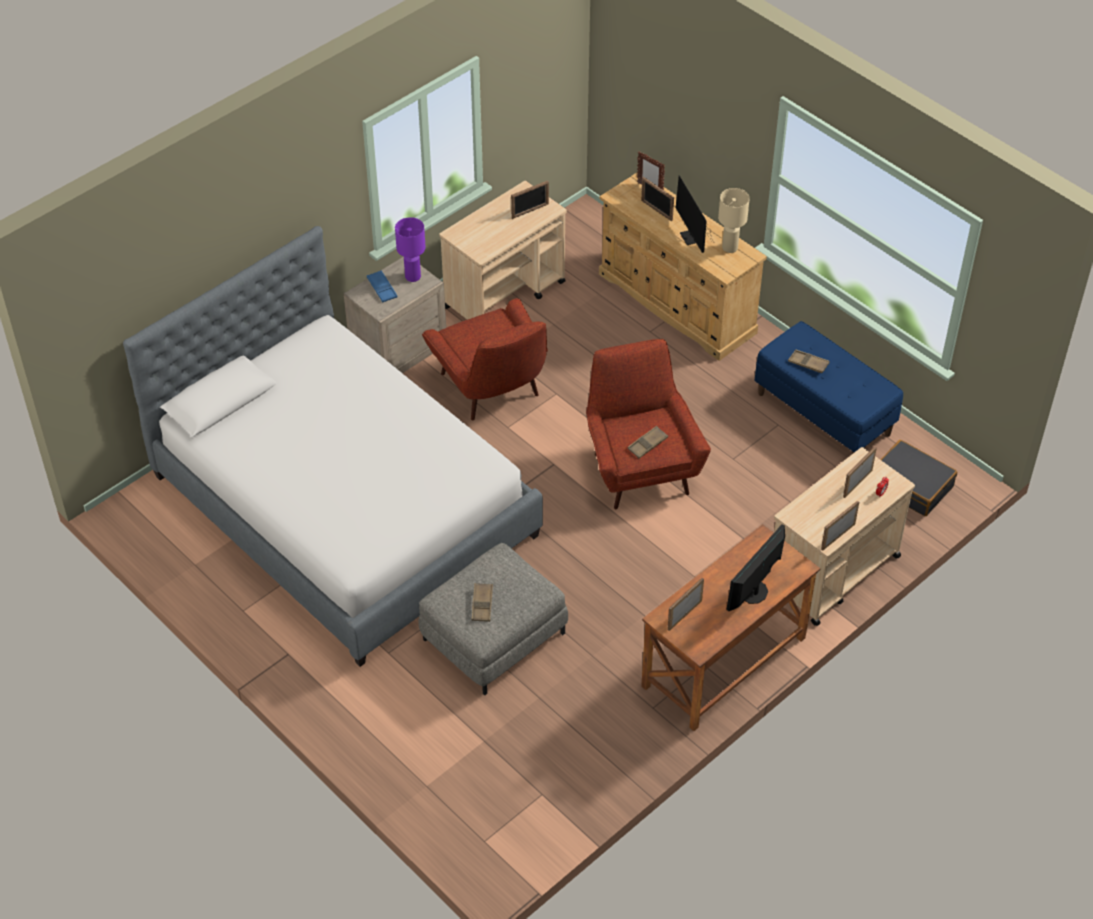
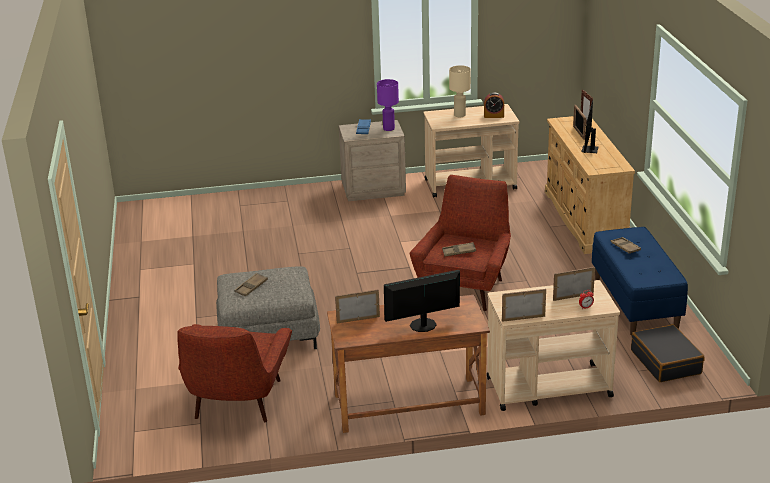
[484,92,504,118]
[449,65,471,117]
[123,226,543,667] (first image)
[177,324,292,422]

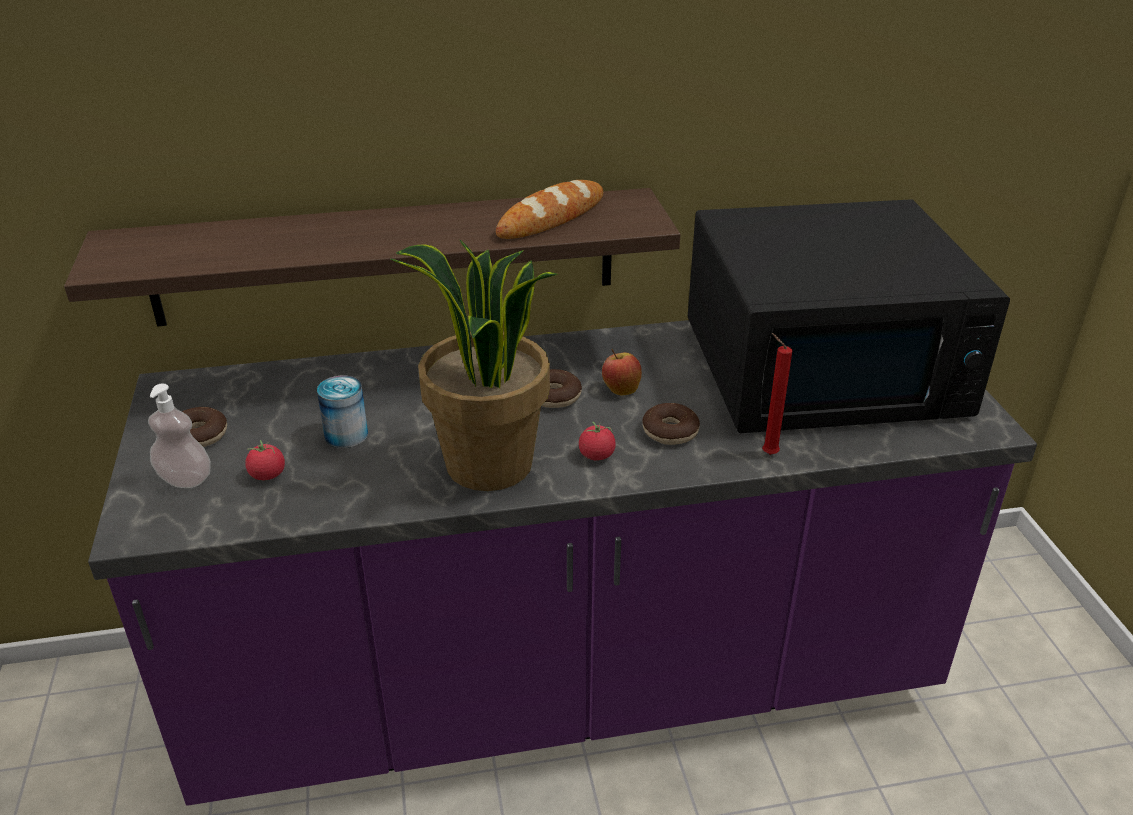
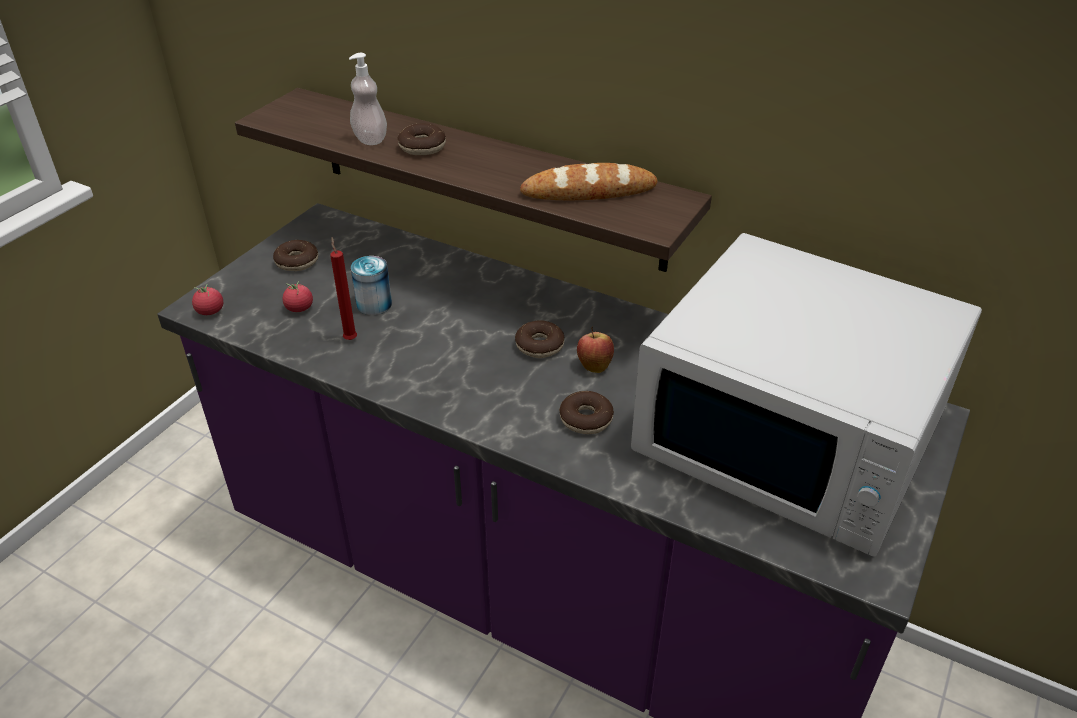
[631,233,982,557]
[391,239,558,491] (first image)
[330,237,357,340]
[349,53,387,145]
[192,284,223,315]
[397,123,446,155]

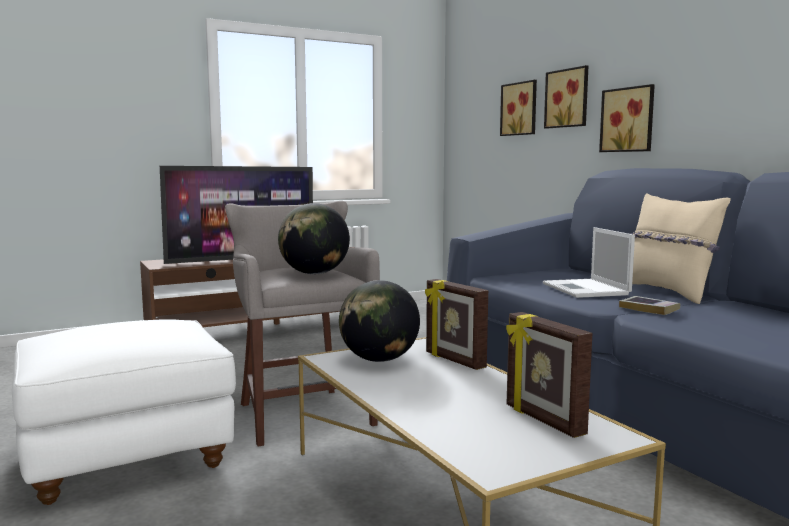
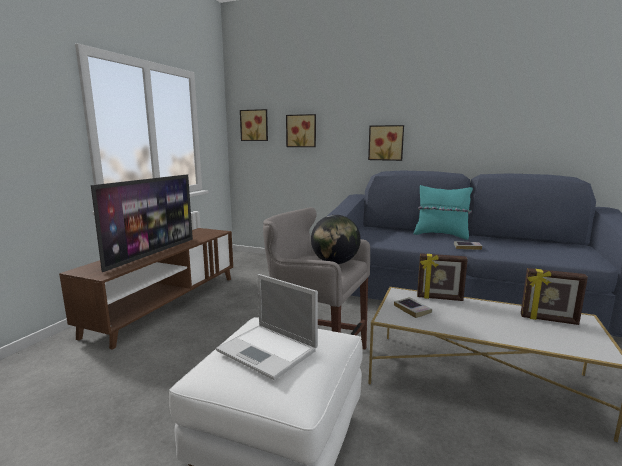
[240,109,268,141]
[414,185,473,240]
[216,274,318,380]
[394,297,432,318]

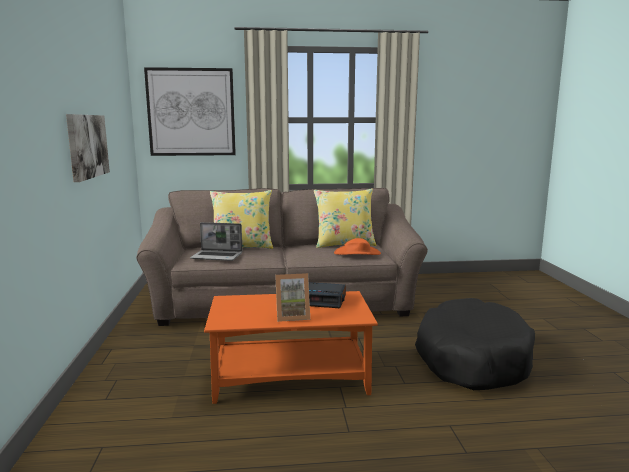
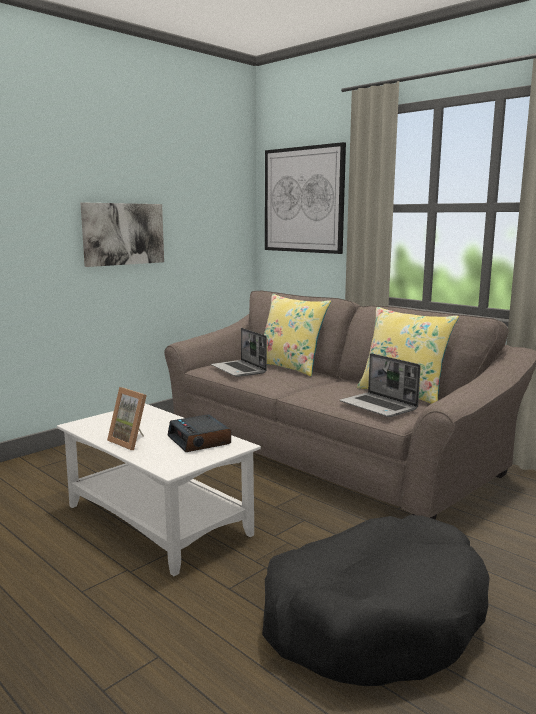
[340,353,421,417]
[57,404,261,576]

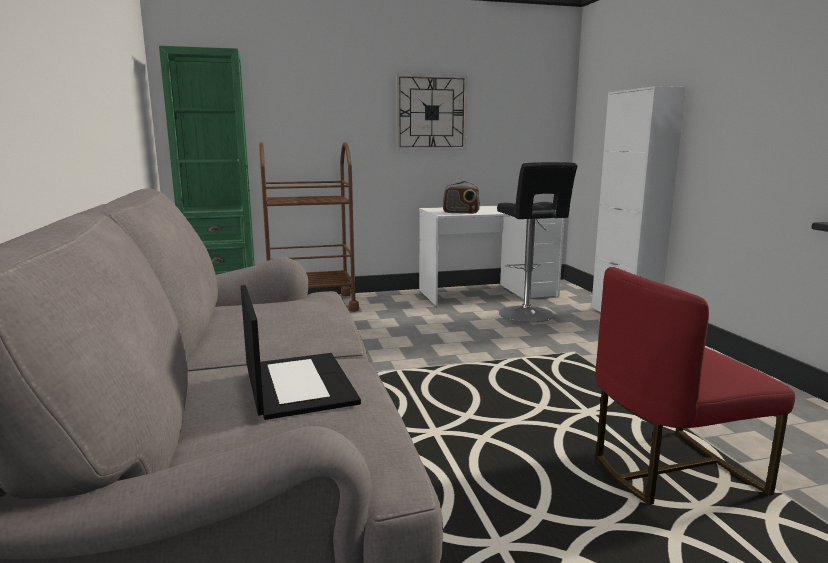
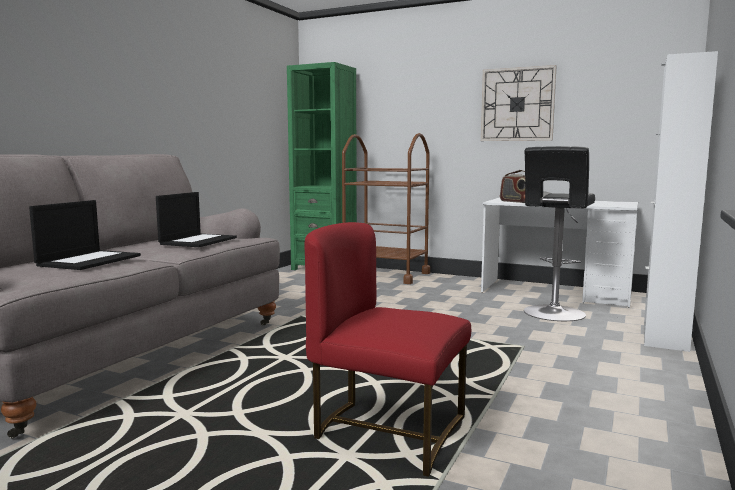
[156,192,237,247]

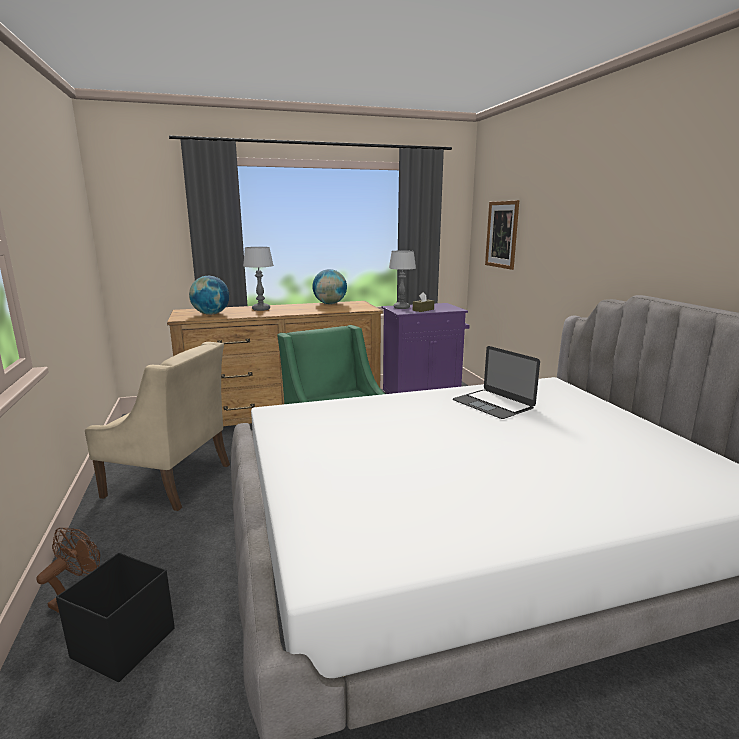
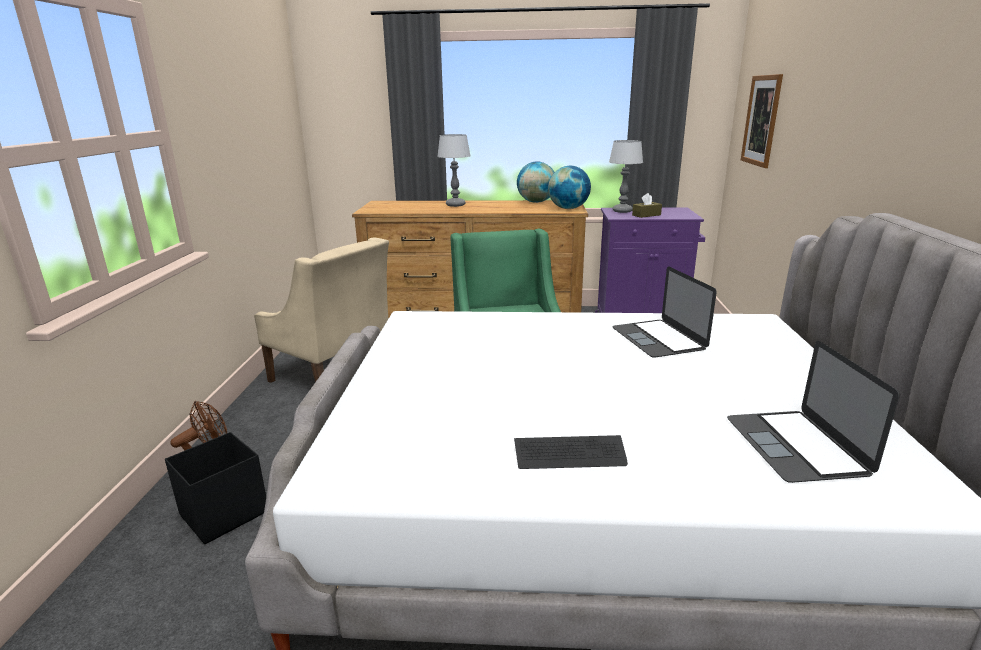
[548,166,591,209]
[727,341,899,483]
[514,435,628,469]

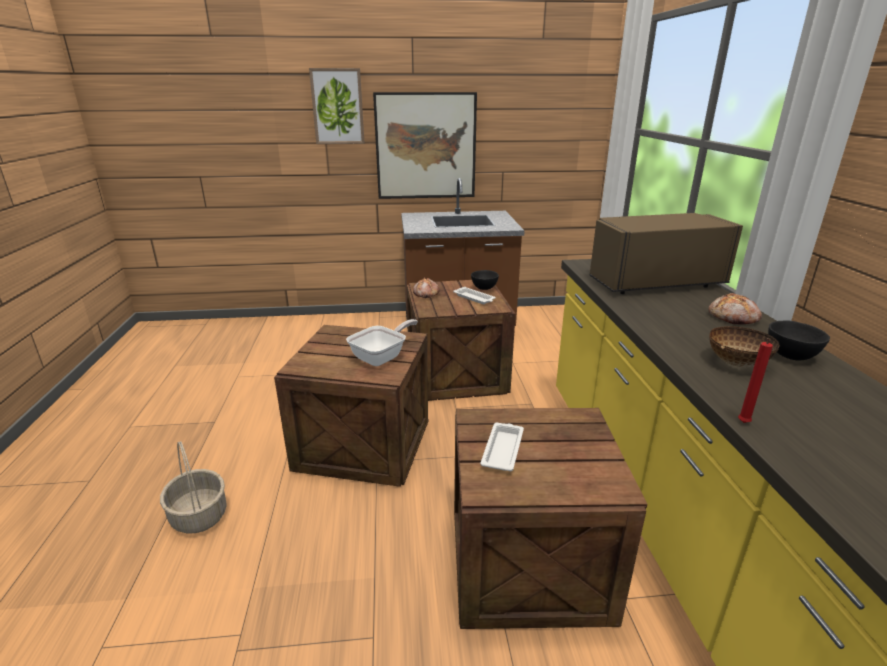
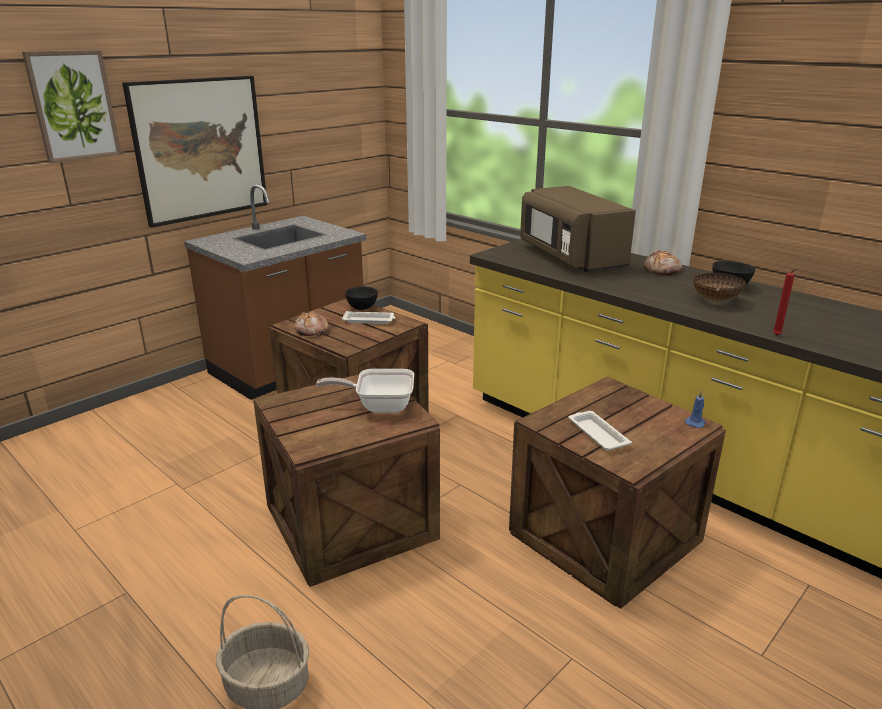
[520,186,636,272]
[316,369,414,413]
[685,391,705,428]

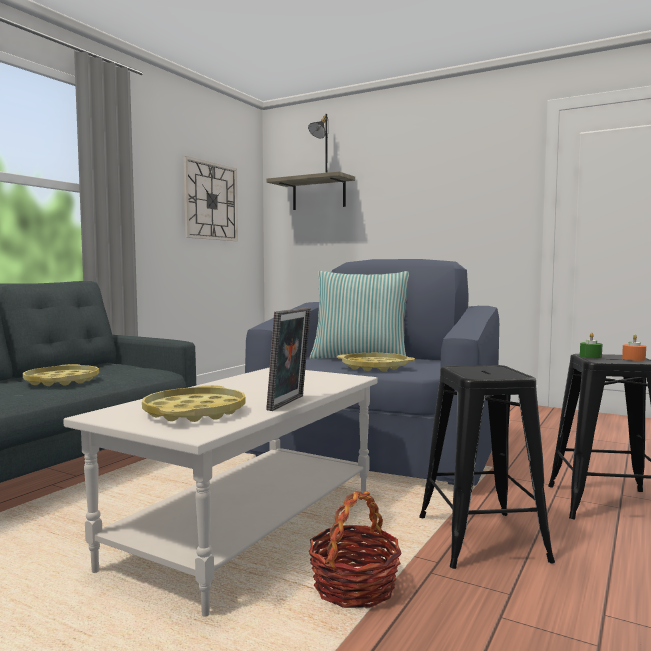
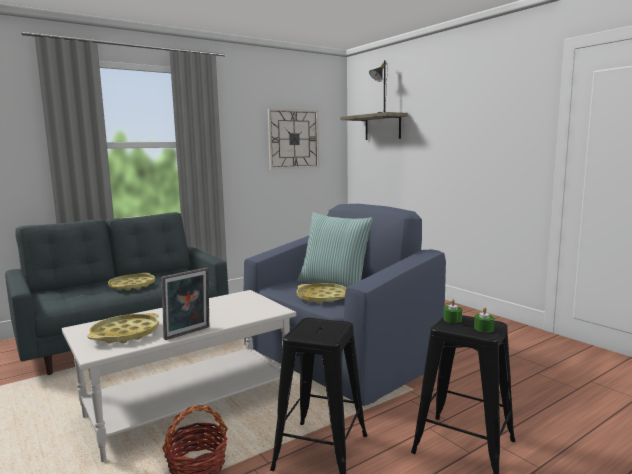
[474,307,494,332]

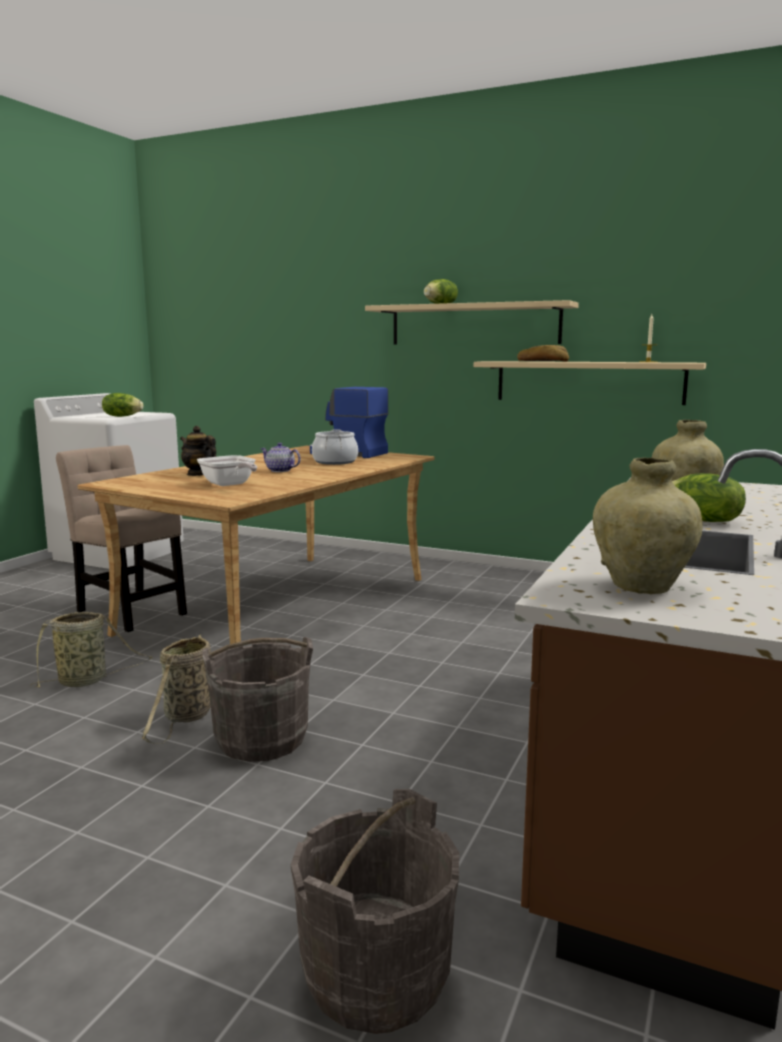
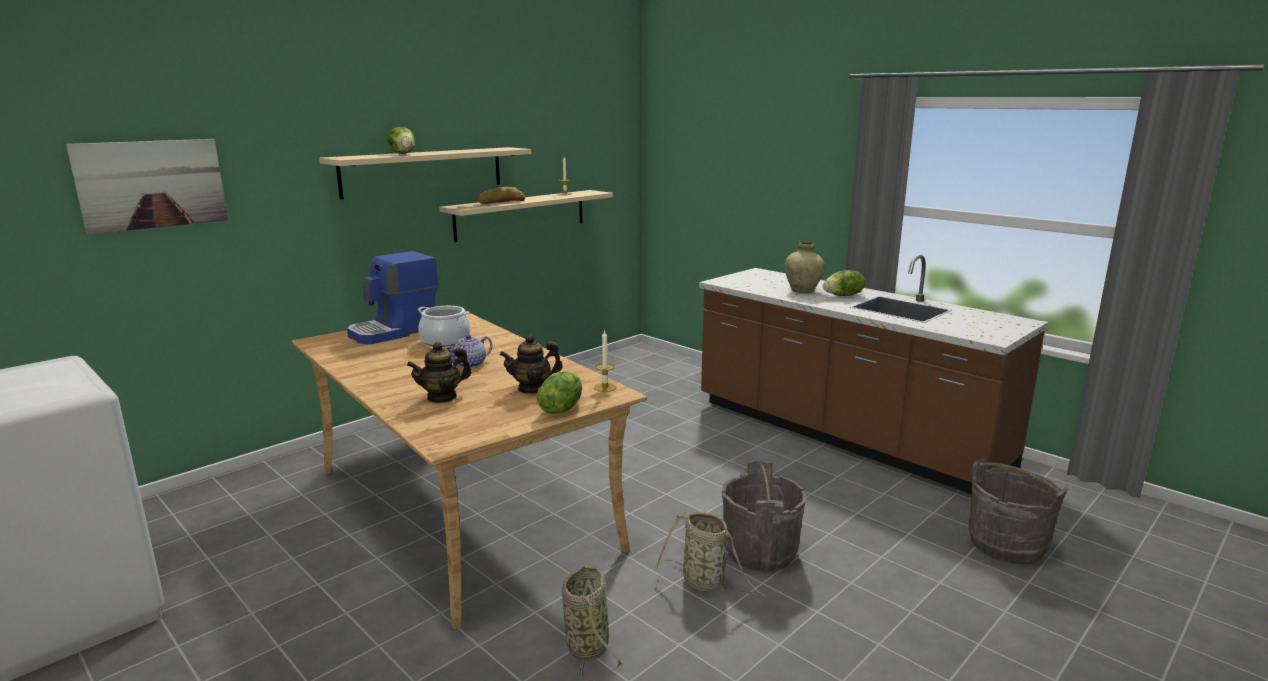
[537,372,582,414]
[56,445,187,632] (first image)
[500,334,563,394]
[593,457,702,595] (first image)
[66,139,228,235]
[594,329,617,392]

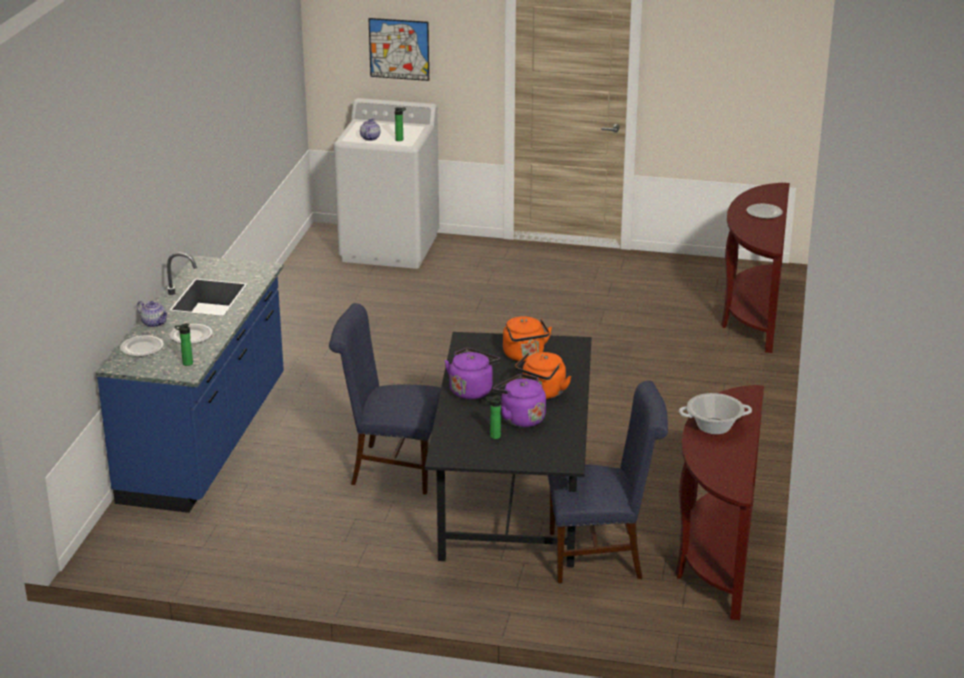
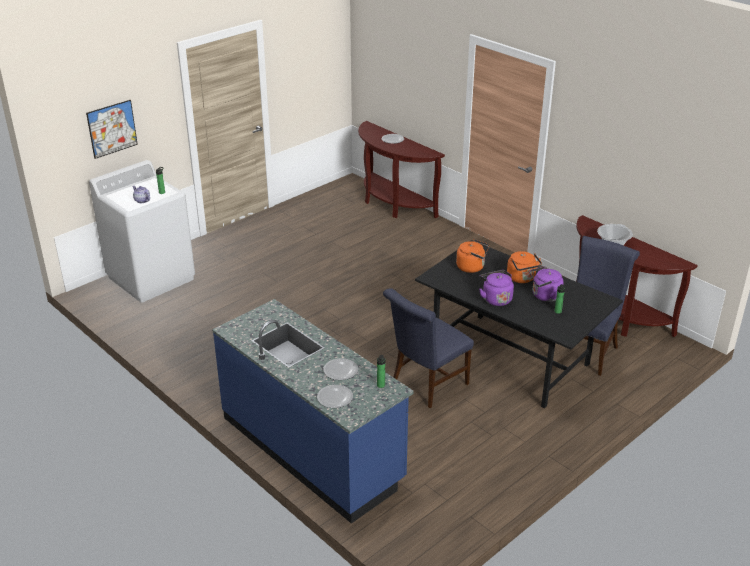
[137,301,169,327] (first image)

